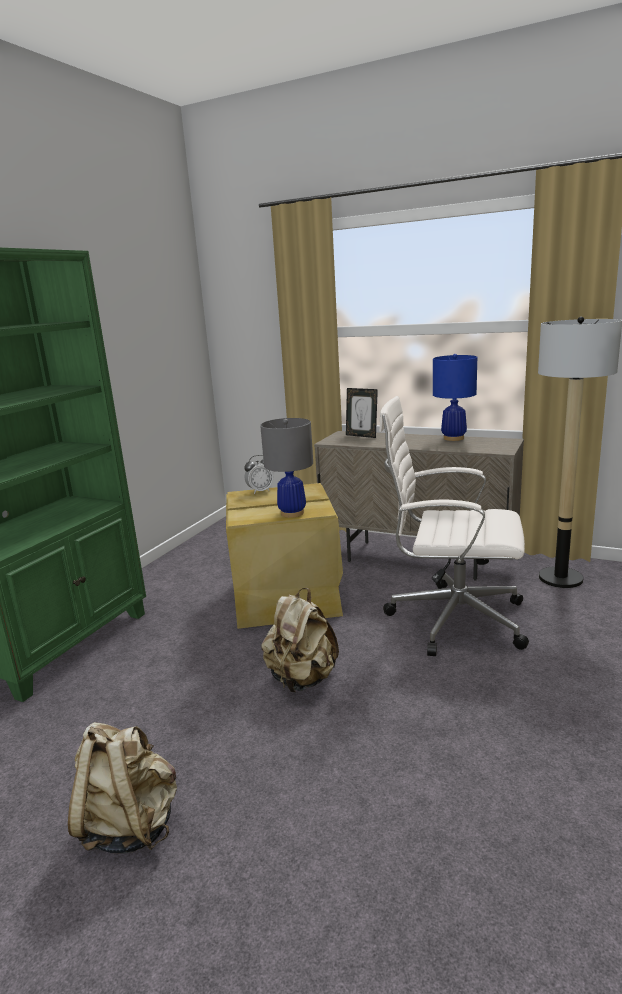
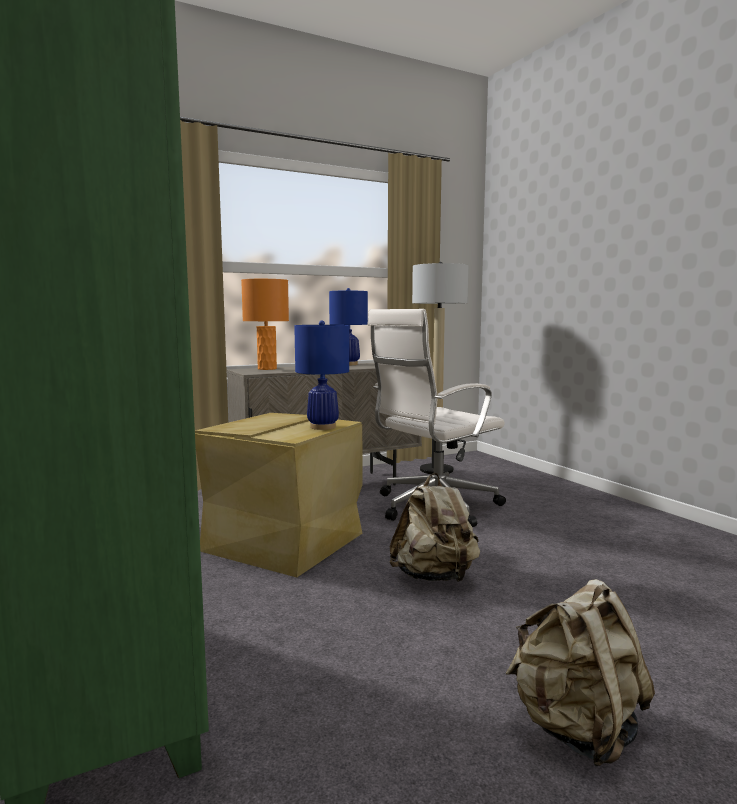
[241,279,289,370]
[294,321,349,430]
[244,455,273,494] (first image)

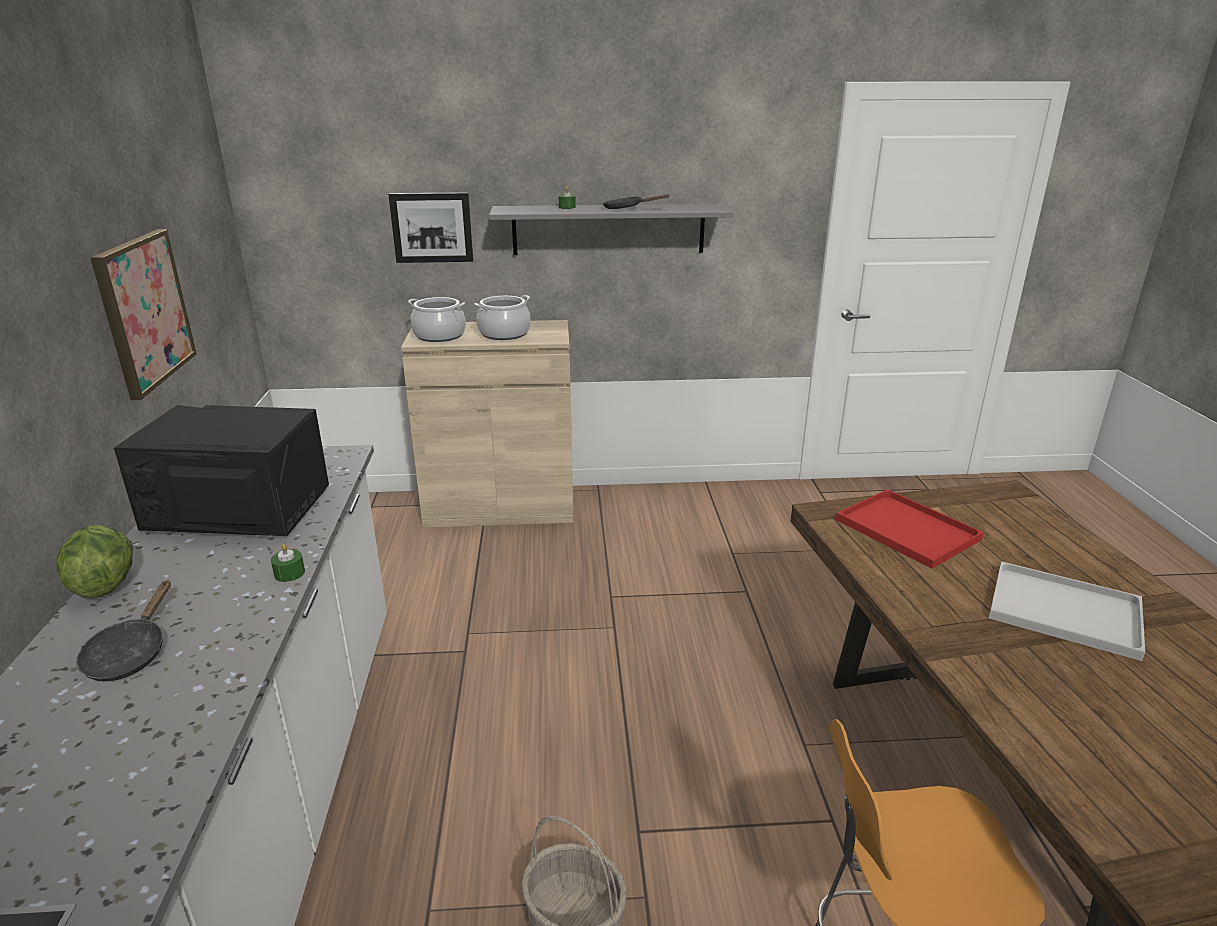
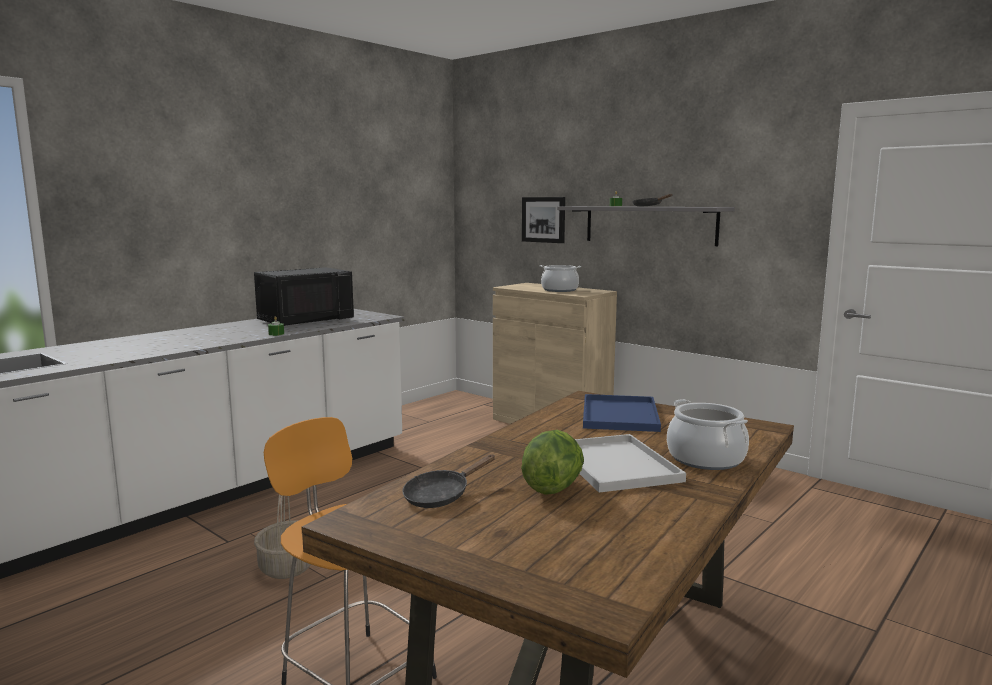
[90,229,197,400] (first image)
[667,399,749,470]
[254,267,354,326]
[583,394,661,432]
[521,430,584,495]
[402,455,495,508]

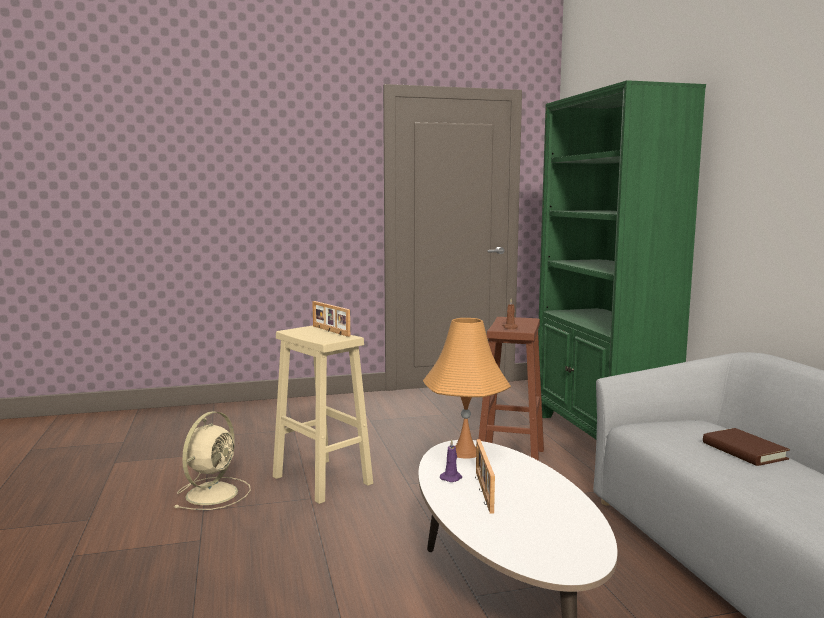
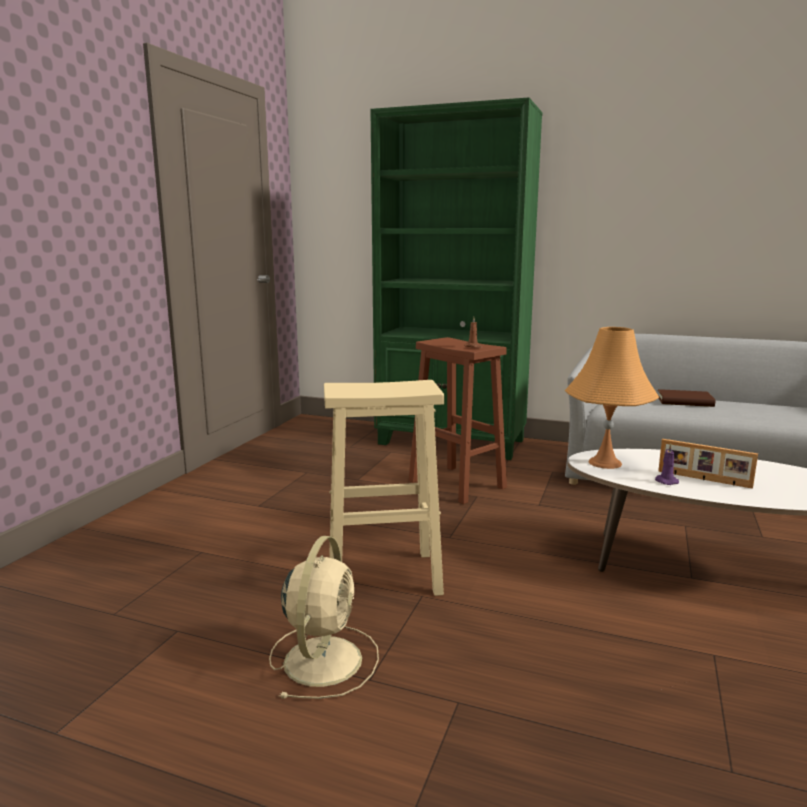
[312,301,350,337] (first image)
[269,536,379,699]

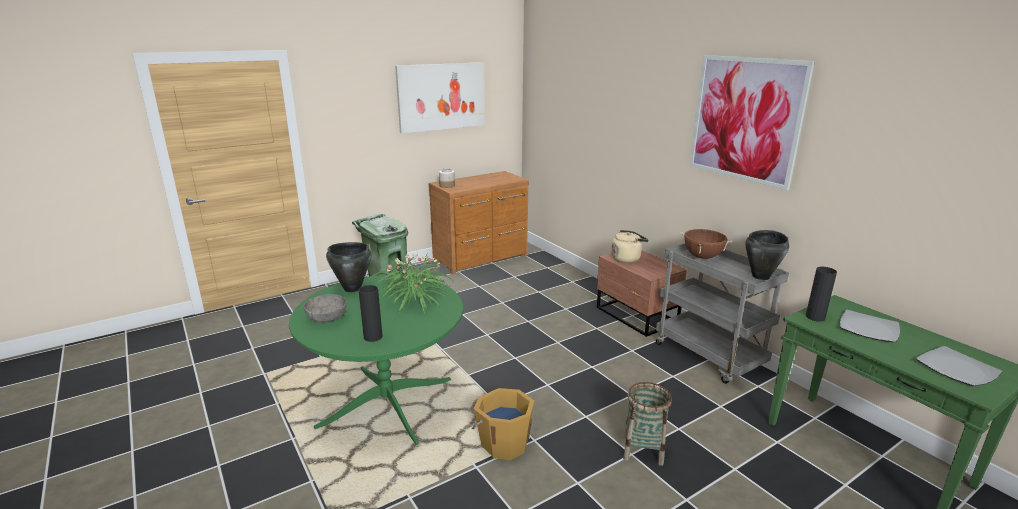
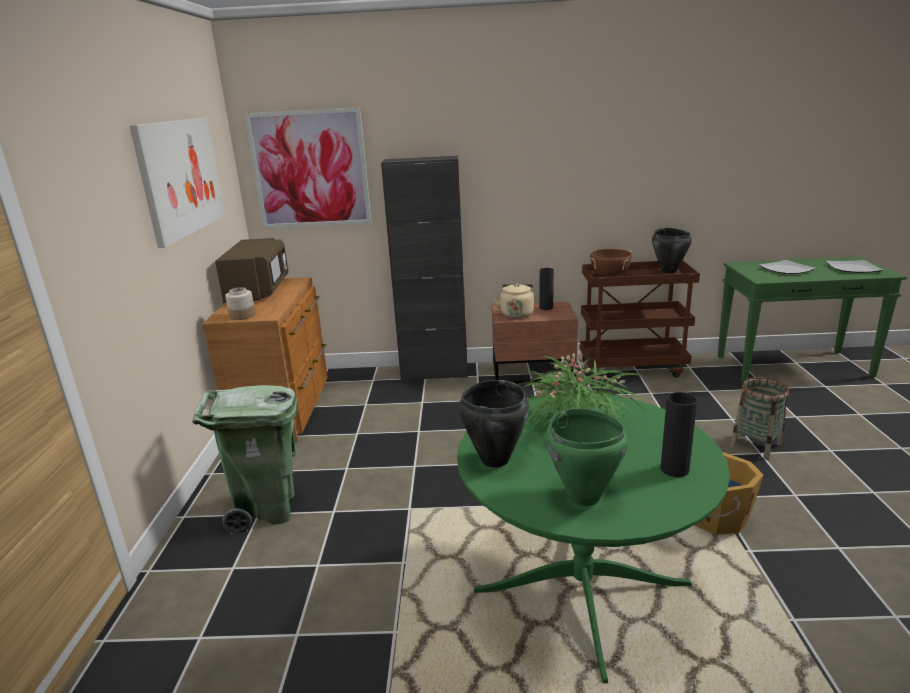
[244,107,371,228]
[580,260,700,379]
[540,268,554,310]
[546,408,628,506]
[381,156,468,381]
[215,238,289,303]

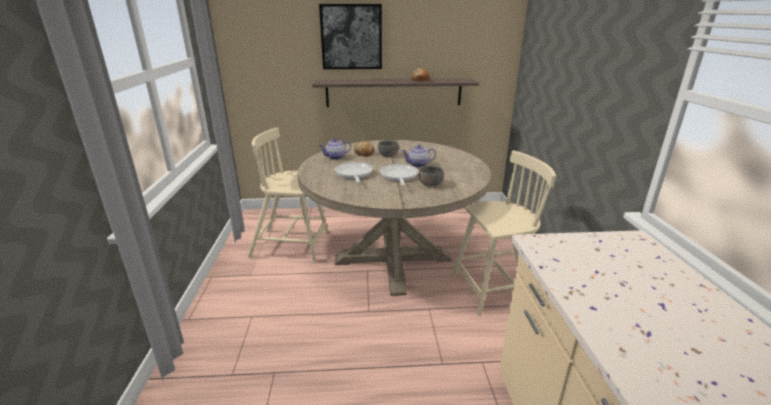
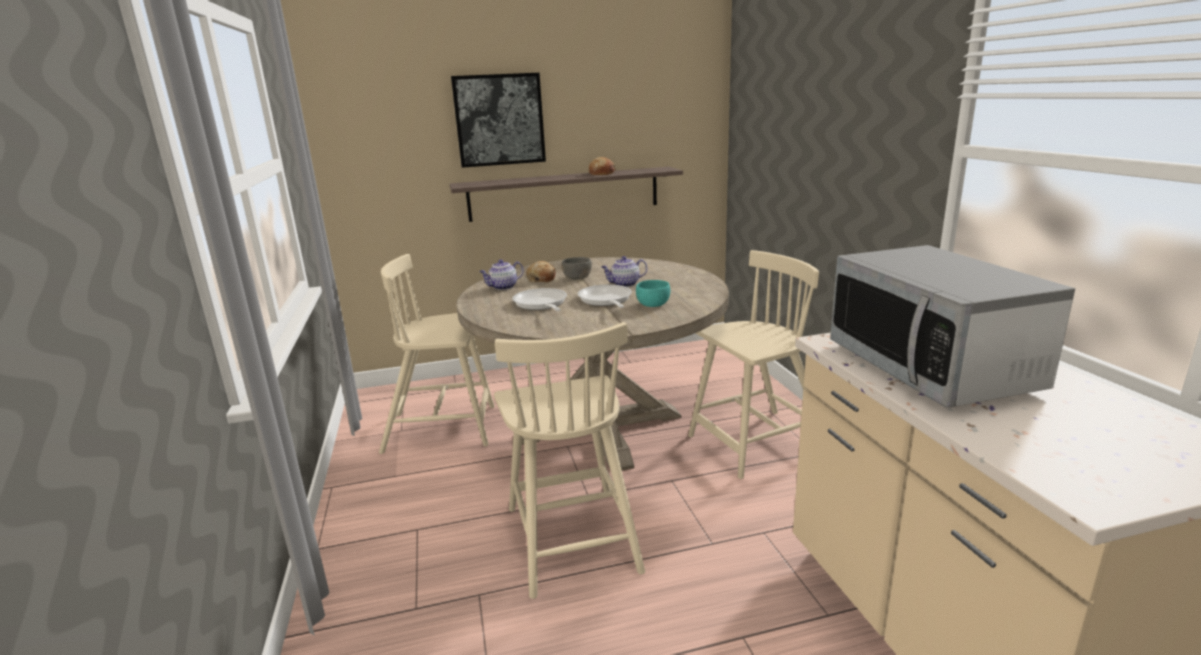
[636,280,670,307]
[830,245,1075,408]
[494,322,645,599]

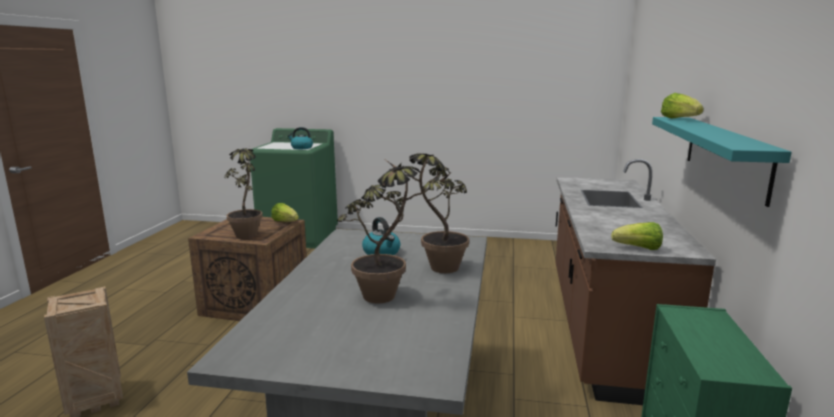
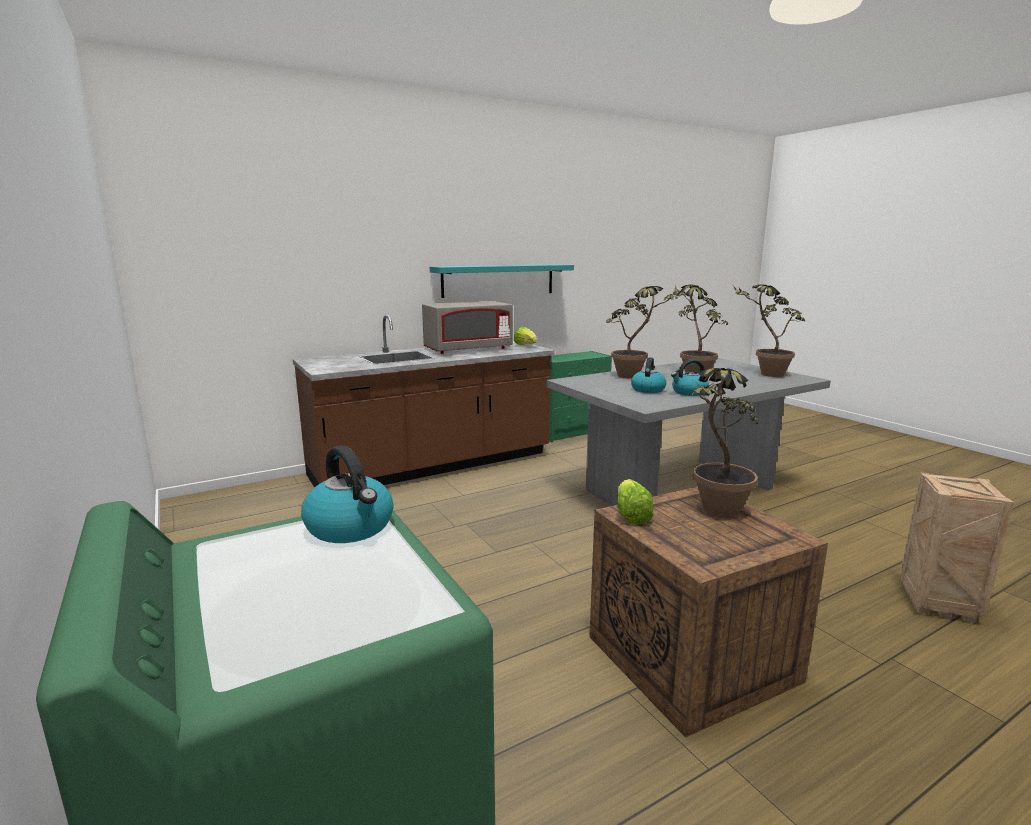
[661,93,704,119] (first image)
[733,284,805,377]
[422,301,513,354]
[671,360,709,396]

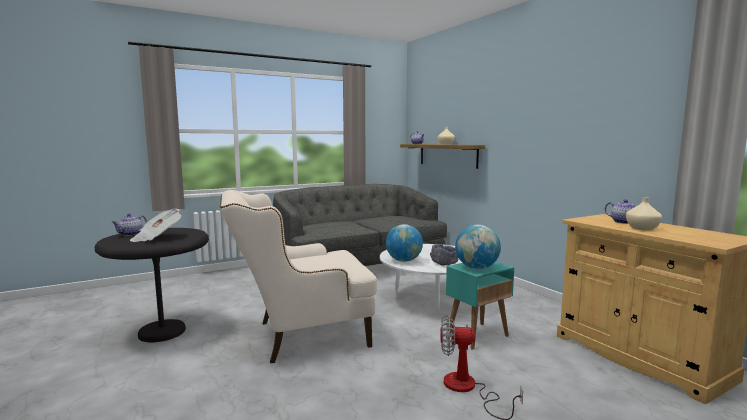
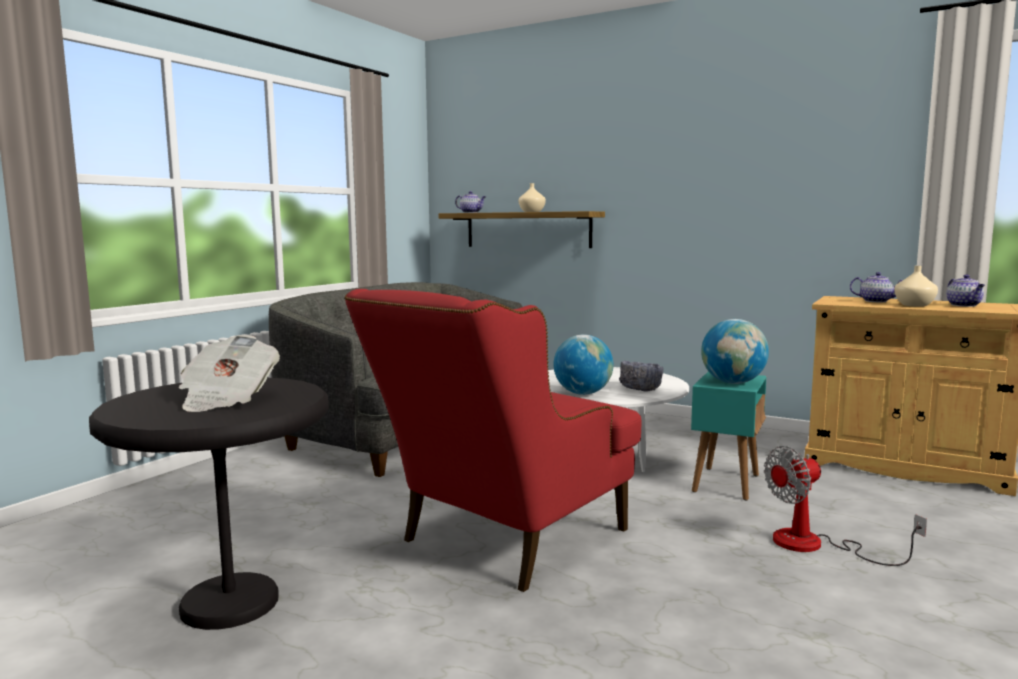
[345,289,641,592]
[946,275,985,307]

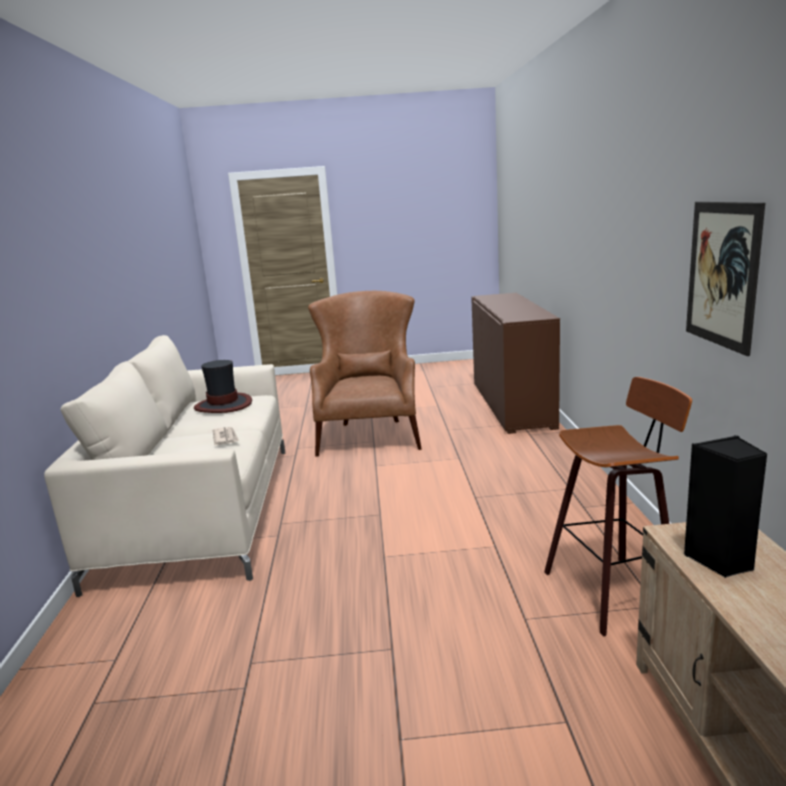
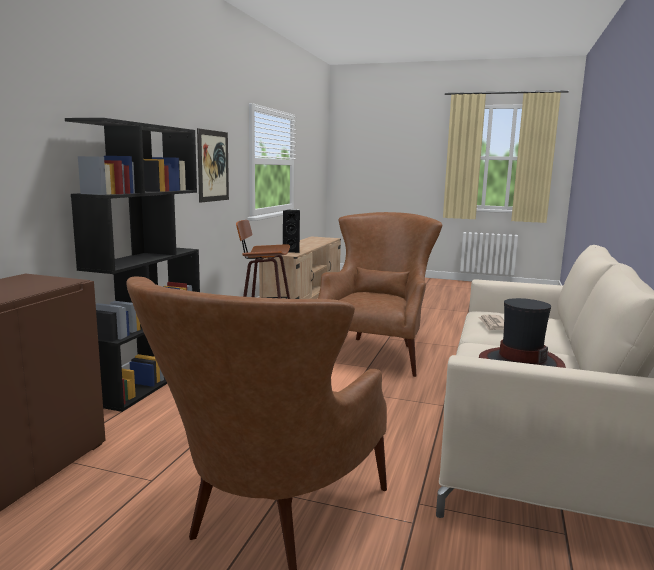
[65,118,200,412]
[318,212,442,377]

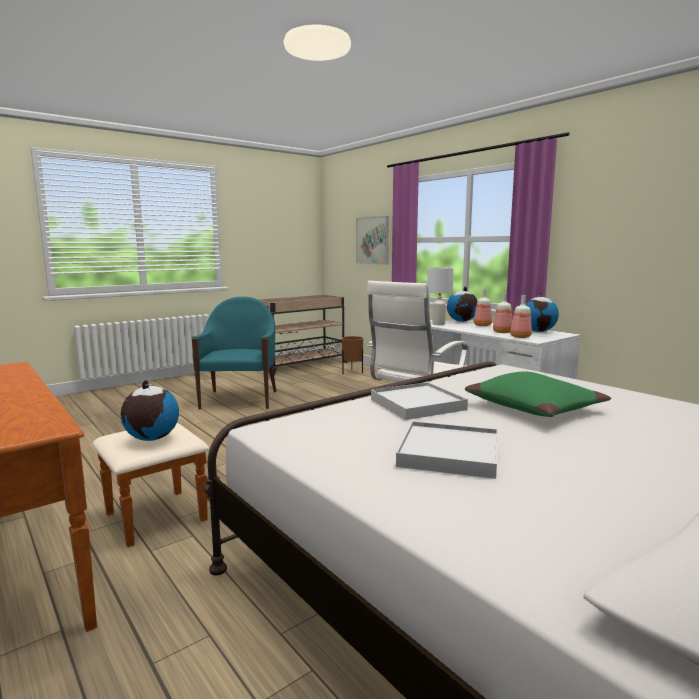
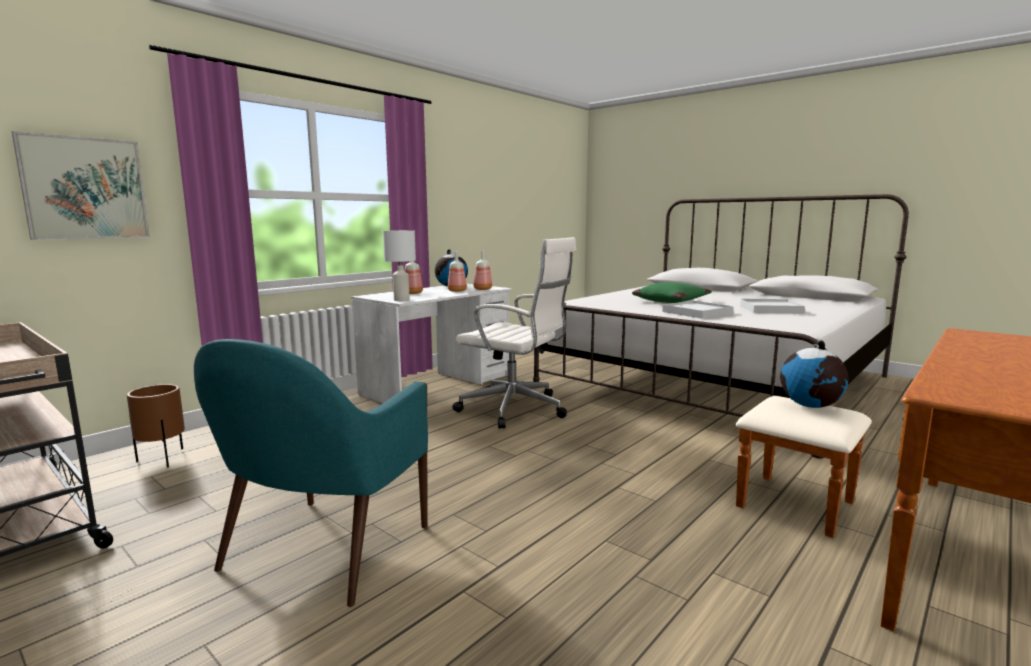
[447,286,477,322] (first image)
[194,339,428,607]

